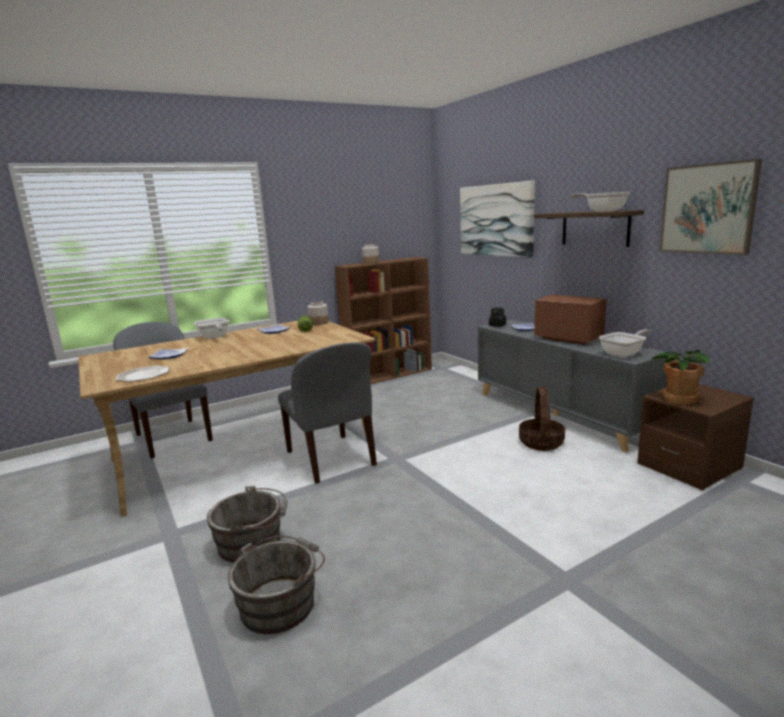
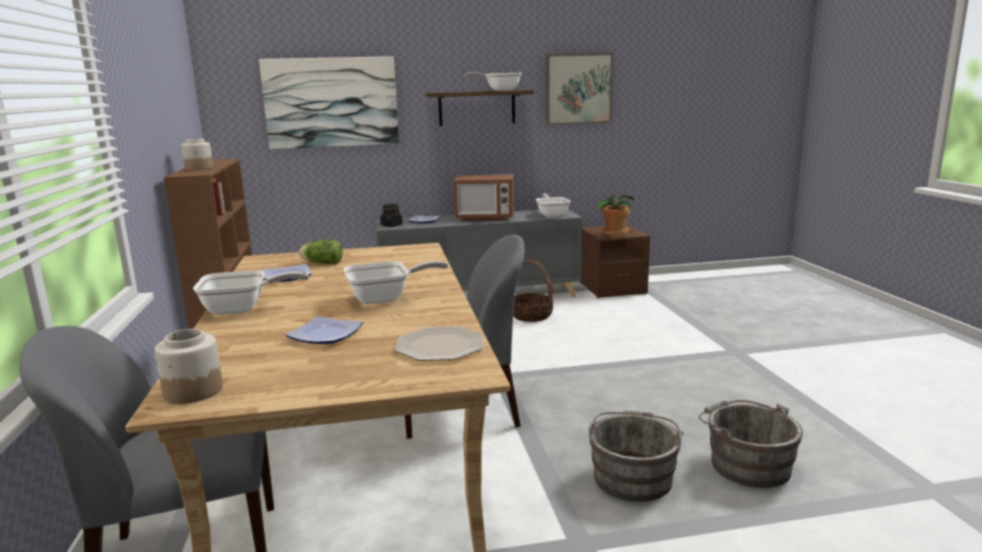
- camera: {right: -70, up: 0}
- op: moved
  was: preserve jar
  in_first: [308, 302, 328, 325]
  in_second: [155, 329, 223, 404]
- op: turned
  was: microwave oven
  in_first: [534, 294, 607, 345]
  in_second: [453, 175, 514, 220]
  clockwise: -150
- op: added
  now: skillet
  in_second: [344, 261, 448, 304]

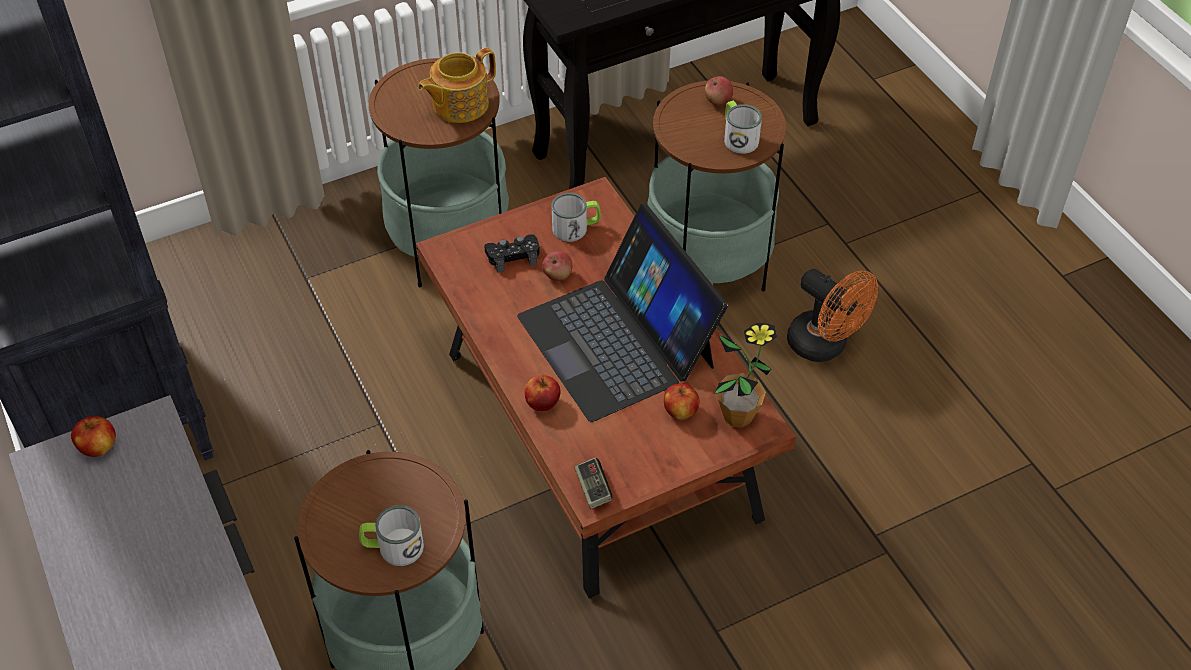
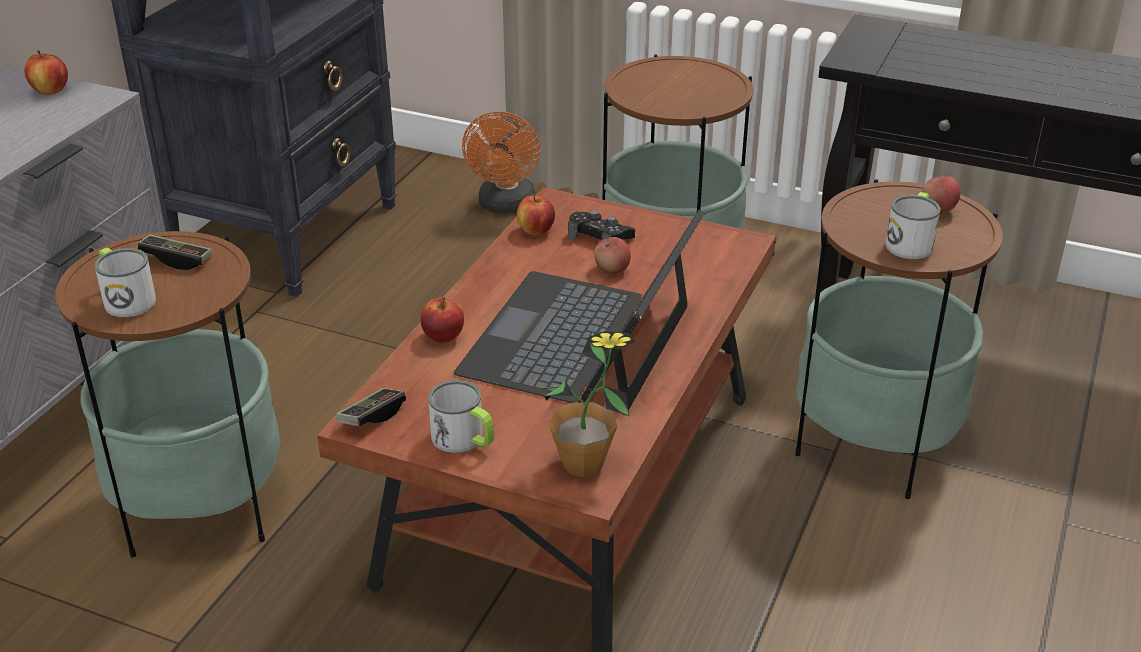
- camera: {right: 50, up: -15}
- op: removed
  was: teapot
  in_first: [418, 48, 496, 123]
- op: moved
  was: tea mug
  in_first: [552, 193, 601, 242]
  in_second: [428, 380, 494, 453]
- op: moved
  was: whole apple
  in_first: [664, 384, 699, 420]
  in_second: [517, 193, 555, 235]
- op: moved
  was: orange-coloured cooling fan
  in_first: [787, 269, 878, 362]
  in_second: [462, 111, 540, 213]
- op: added
  now: gamepad
  in_second: [138, 234, 212, 270]

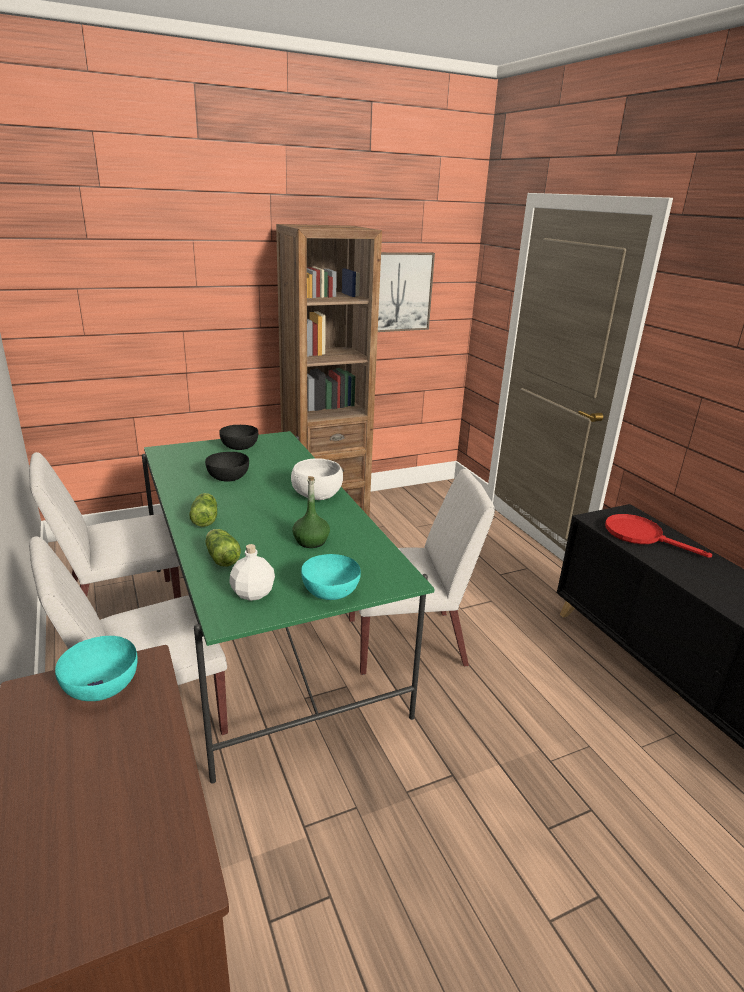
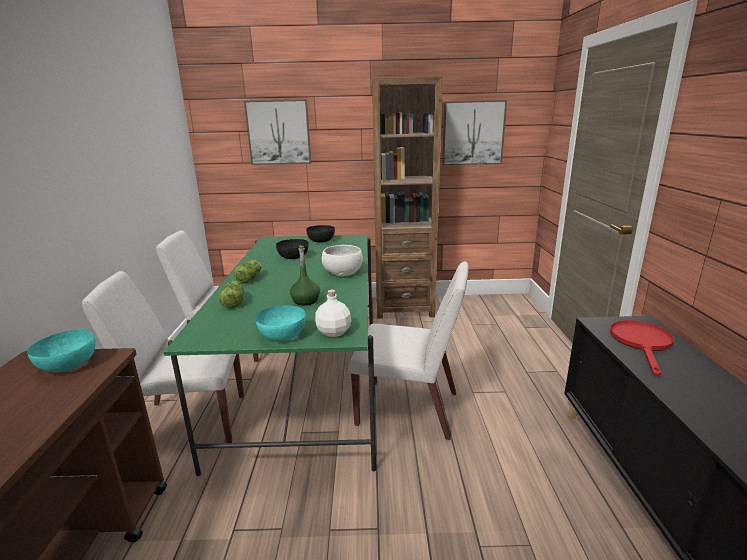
- camera: {right: 25, up: -5}
- op: moved
  was: white beverage bottle
  in_first: [229, 544, 275, 601]
  in_second: [315, 290, 352, 337]
- op: turned
  was: red skillet
  in_first: [605, 514, 712, 558]
  in_second: [610, 320, 674, 376]
  clockwise: 45
- op: added
  now: picture
  in_second: [244, 99, 311, 165]

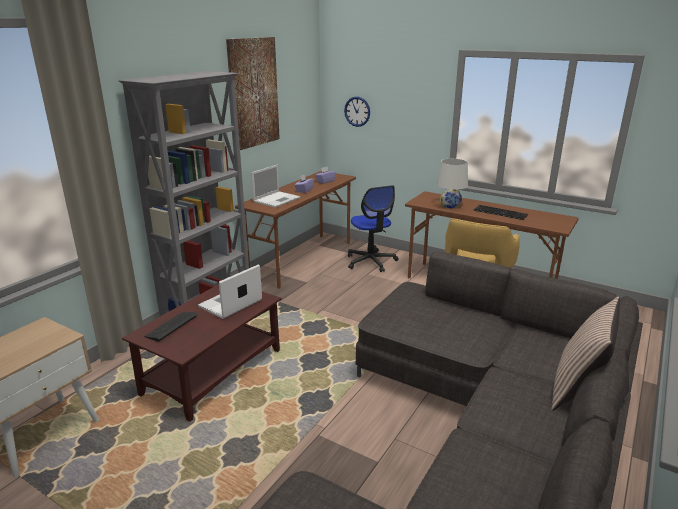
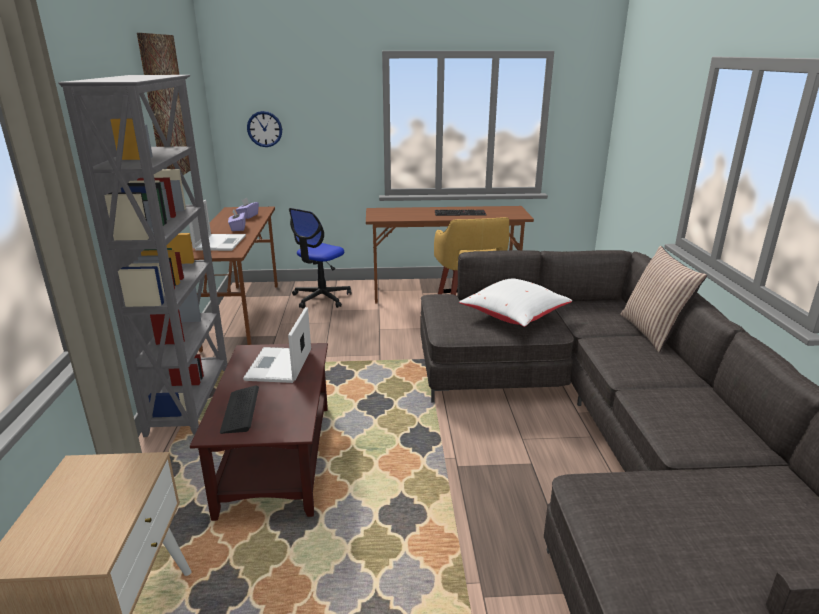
- camera: {right: -35, up: 0}
- op: turned
  was: desk chair
  in_first: [348, 185, 399, 272]
  in_second: [289, 208, 351, 308]
  clockwise: 90
- op: removed
  was: white table lamp
  in_first: [437, 159, 468, 208]
- op: added
  now: white cushion
  in_second: [459, 278, 572, 327]

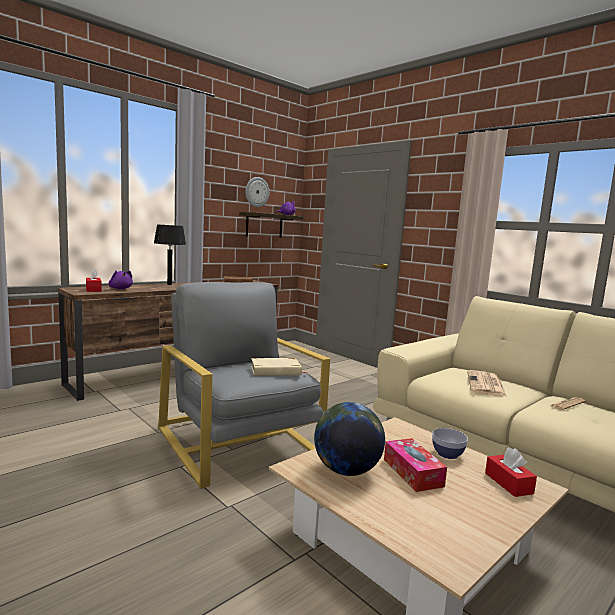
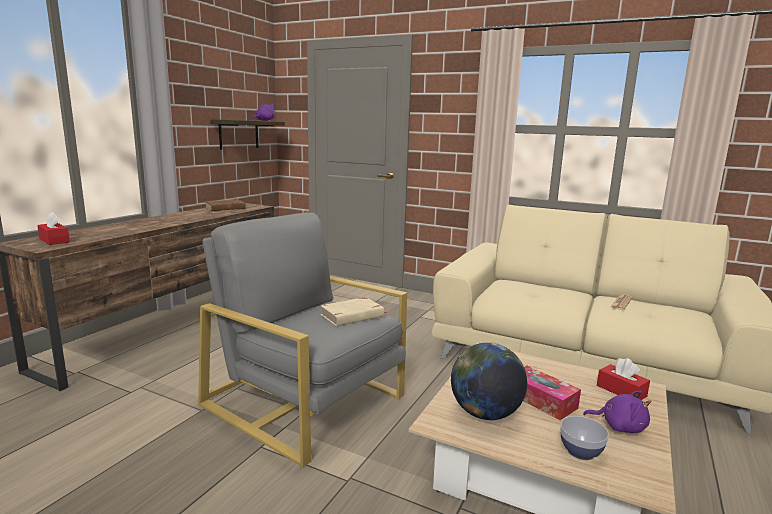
- camera: {right: -20, up: 5}
- op: moved
  was: purplish soft toy
  in_first: [109, 271, 133, 289]
  in_second: [583, 391, 652, 433]
- op: removed
  was: black table lamp
  in_first: [154, 225, 186, 285]
- op: removed
  was: clock on the wall
  in_first: [246, 177, 269, 207]
- op: moved
  was: deep dish
  in_first: [432, 428, 468, 459]
  in_second: [560, 416, 609, 460]
- op: removed
  was: printed paper
  in_first: [467, 370, 507, 397]

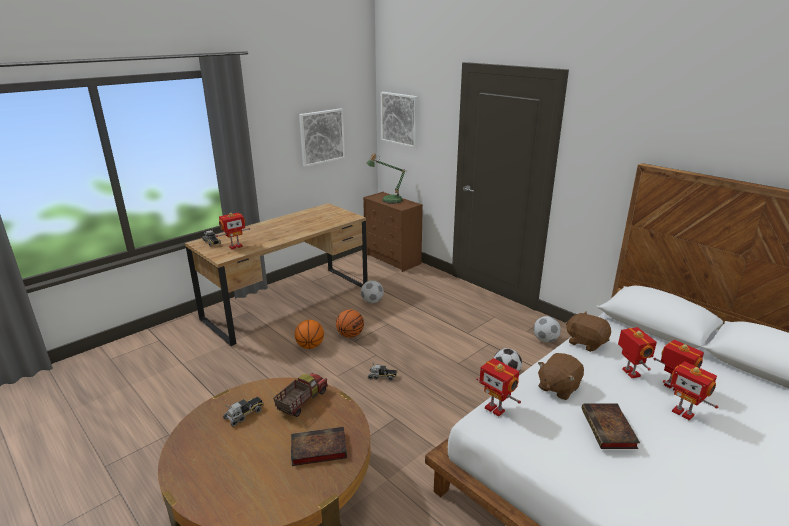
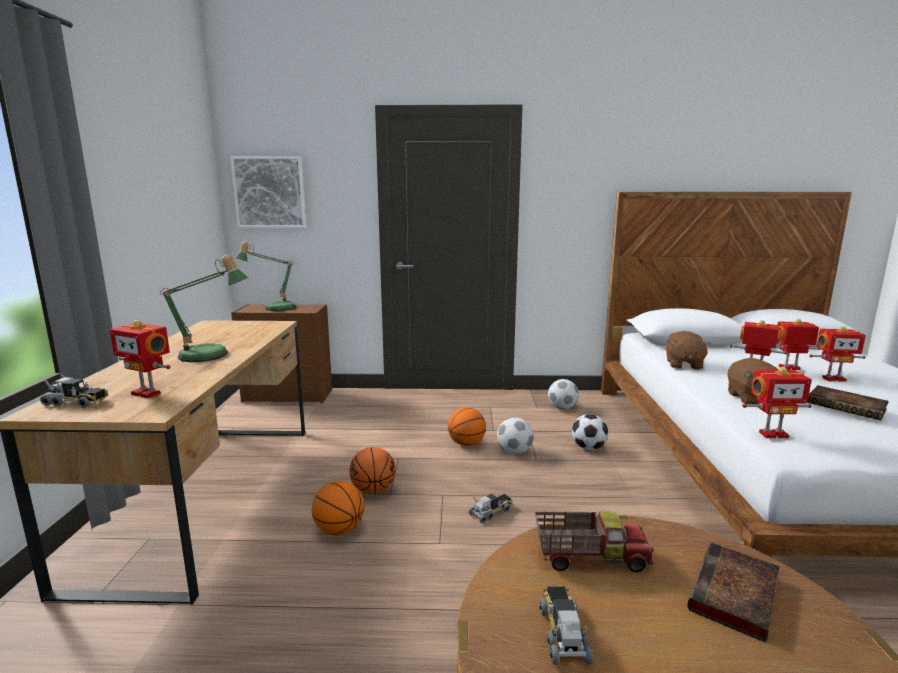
- camera: {right: -45, up: -10}
- op: turned
  was: robot figure
  in_first: [216, 213, 250, 249]
  in_second: [110, 320, 171, 398]
  clockwise: 105
- op: turned
  was: model truck
  in_first: [273, 373, 328, 417]
  in_second: [535, 511, 654, 573]
  clockwise: 105
- op: removed
  was: picture
  in_first: [299, 108, 345, 167]
- op: moved
  was: football
  in_first: [361, 280, 384, 303]
  in_second: [497, 417, 534, 454]
- op: turned
  was: brownish soft toy
  in_first: [566, 311, 611, 352]
  in_second: [666, 331, 711, 370]
  clockwise: -75
- op: added
  now: table lamp
  in_second: [160, 254, 248, 362]
- op: added
  now: basketball ball
  in_second: [448, 407, 486, 446]

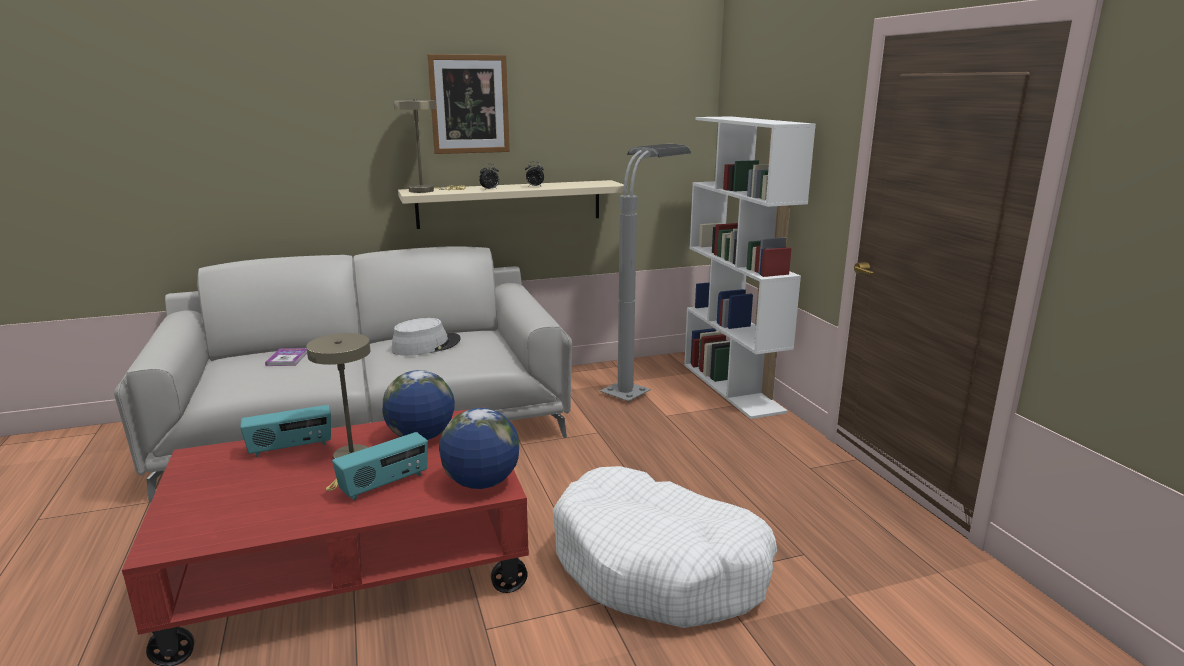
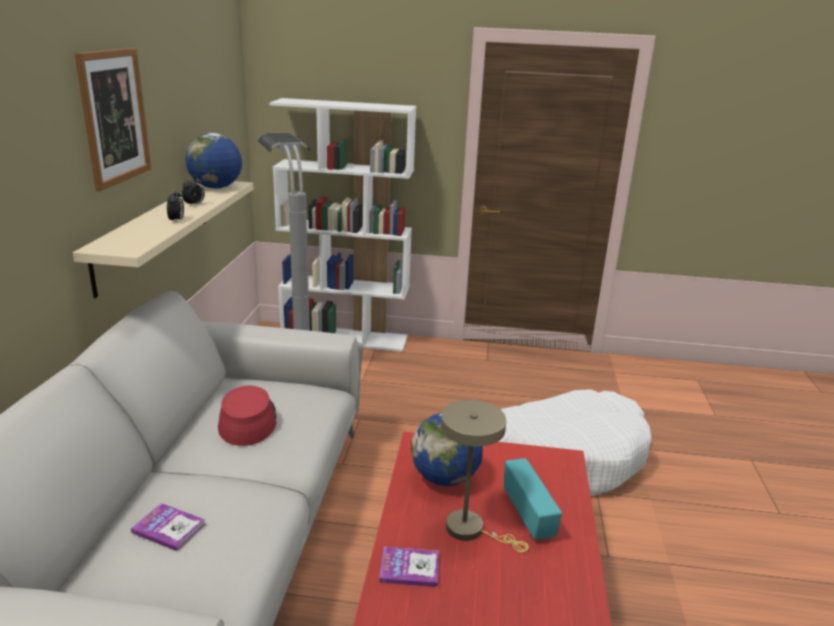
- camera: {right: -65, up: 5}
- op: replaced
  was: radio set
  now: book
  in_first: [240, 405, 331, 457]
  in_second: [379, 547, 439, 587]
- op: recoloured
  was: gray wearable hat
  now: red wearable hat
  in_first: [392, 318, 461, 356]
  in_second: [218, 386, 277, 446]
- op: removed
  was: sand-coloured table lamp
  in_first: [393, 99, 466, 193]
- op: moved
  was: world globe
  in_first: [439, 408, 519, 489]
  in_second: [186, 133, 242, 189]

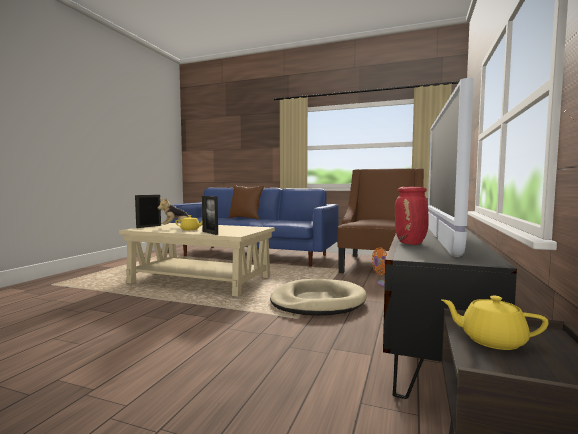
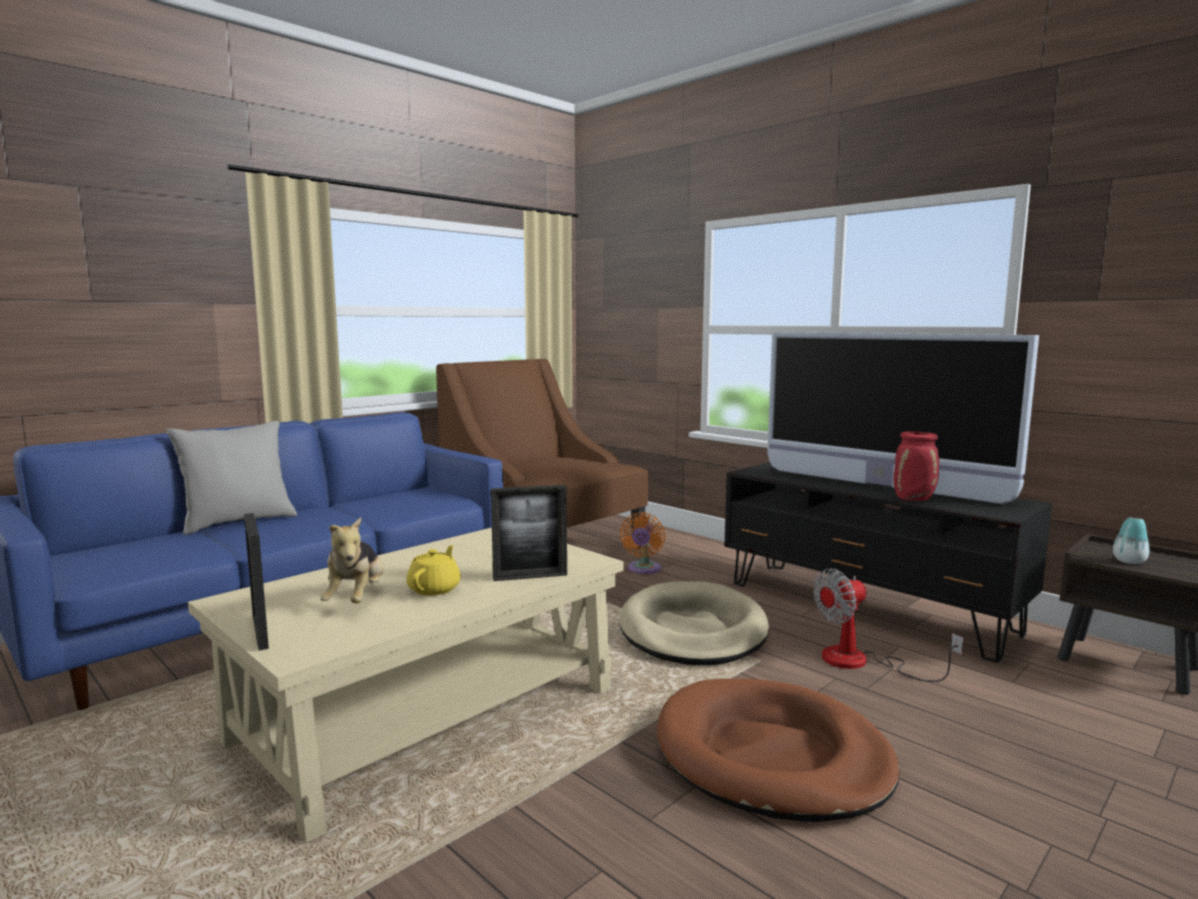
- camera: {right: -65, up: 5}
- op: recoloured
  was: brownish cushion
  now: gray cushion
  in_first: [228, 185, 264, 220]
  in_second: [167, 421, 297, 535]
- op: replaced
  was: yellowish teapot
  now: flower vase
  in_first: [441, 295, 549, 350]
  in_second: [1113, 518, 1149, 564]
- op: added
  now: brownish dog bed
  in_second: [657, 679, 900, 822]
- op: added
  now: cooling fan
  in_second: [813, 569, 963, 682]

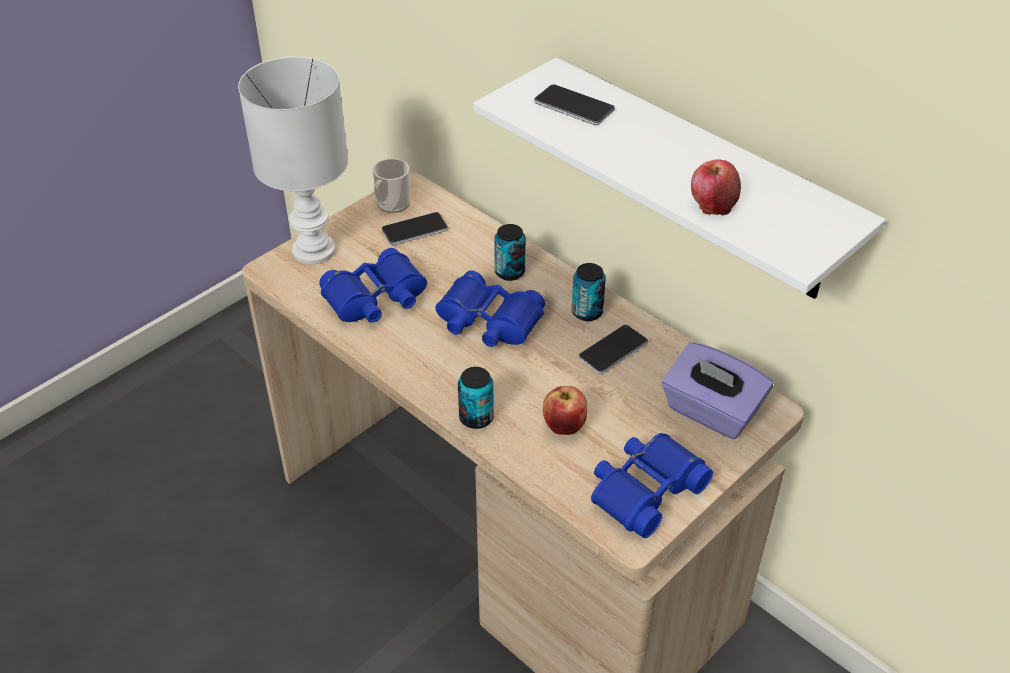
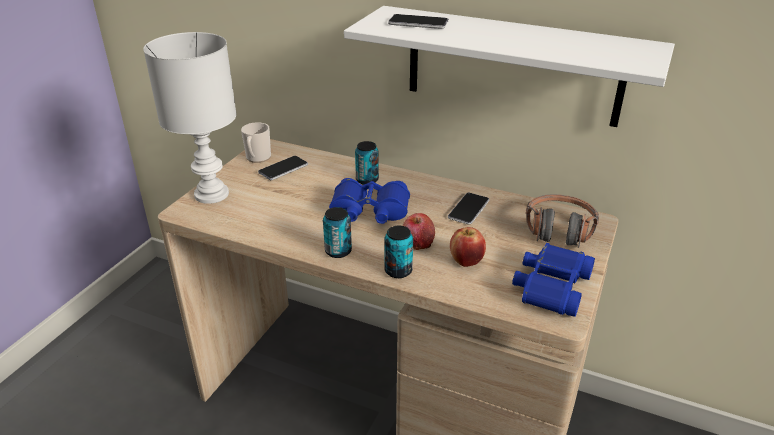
- camera: {right: -20, up: -10}
- op: removed
  was: blue binoculars
  in_first: [319, 248, 427, 323]
- op: moved
  was: sealed can
  in_first: [572, 263, 606, 321]
  in_second: [323, 207, 352, 258]
- op: replaced
  was: purplish box of tissues
  now: headphones
  in_first: [662, 342, 773, 439]
  in_second: [526, 194, 599, 248]
- op: moved
  was: whole apple
  in_first: [691, 159, 741, 215]
  in_second: [403, 213, 435, 250]

